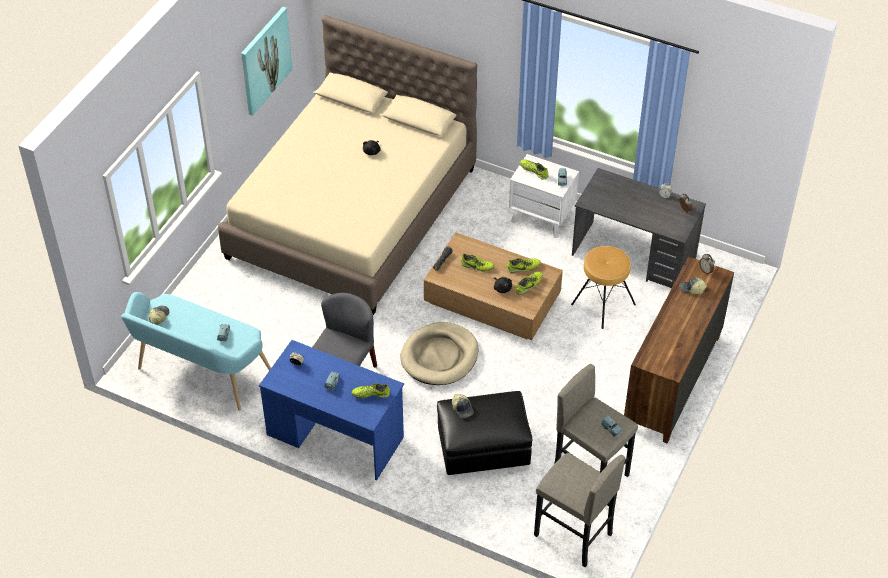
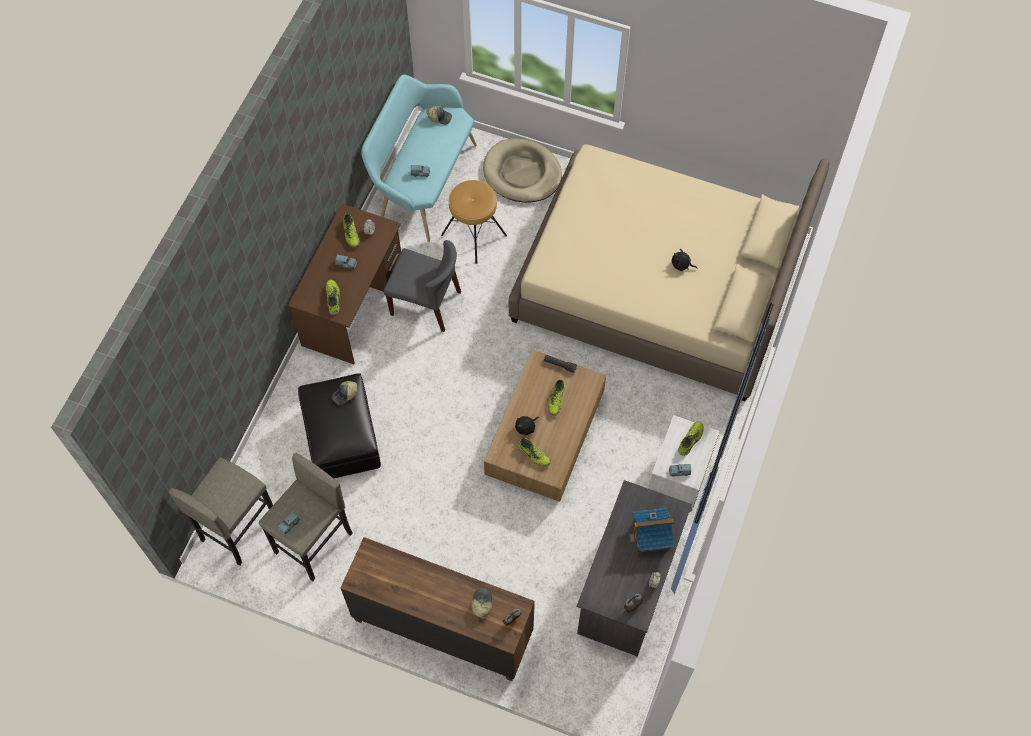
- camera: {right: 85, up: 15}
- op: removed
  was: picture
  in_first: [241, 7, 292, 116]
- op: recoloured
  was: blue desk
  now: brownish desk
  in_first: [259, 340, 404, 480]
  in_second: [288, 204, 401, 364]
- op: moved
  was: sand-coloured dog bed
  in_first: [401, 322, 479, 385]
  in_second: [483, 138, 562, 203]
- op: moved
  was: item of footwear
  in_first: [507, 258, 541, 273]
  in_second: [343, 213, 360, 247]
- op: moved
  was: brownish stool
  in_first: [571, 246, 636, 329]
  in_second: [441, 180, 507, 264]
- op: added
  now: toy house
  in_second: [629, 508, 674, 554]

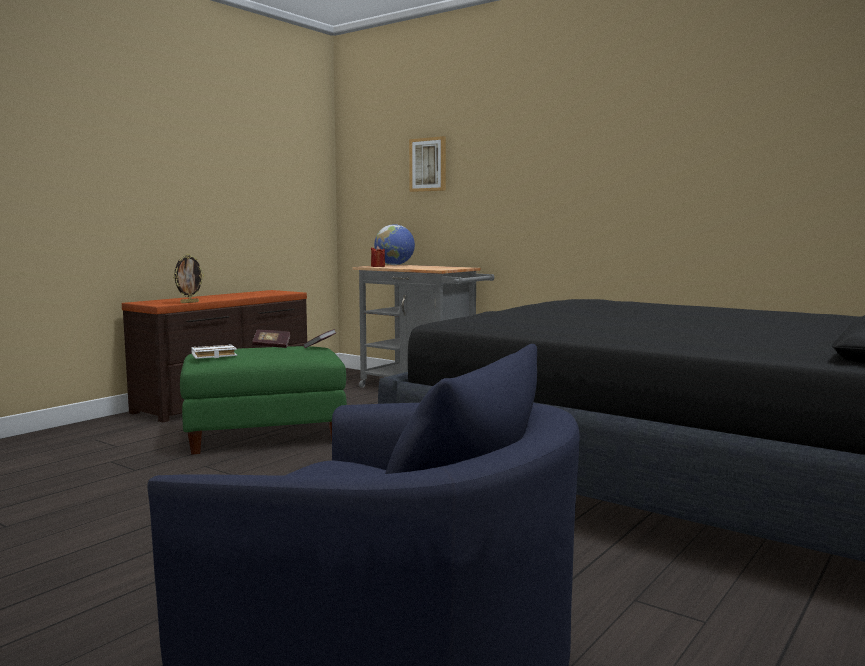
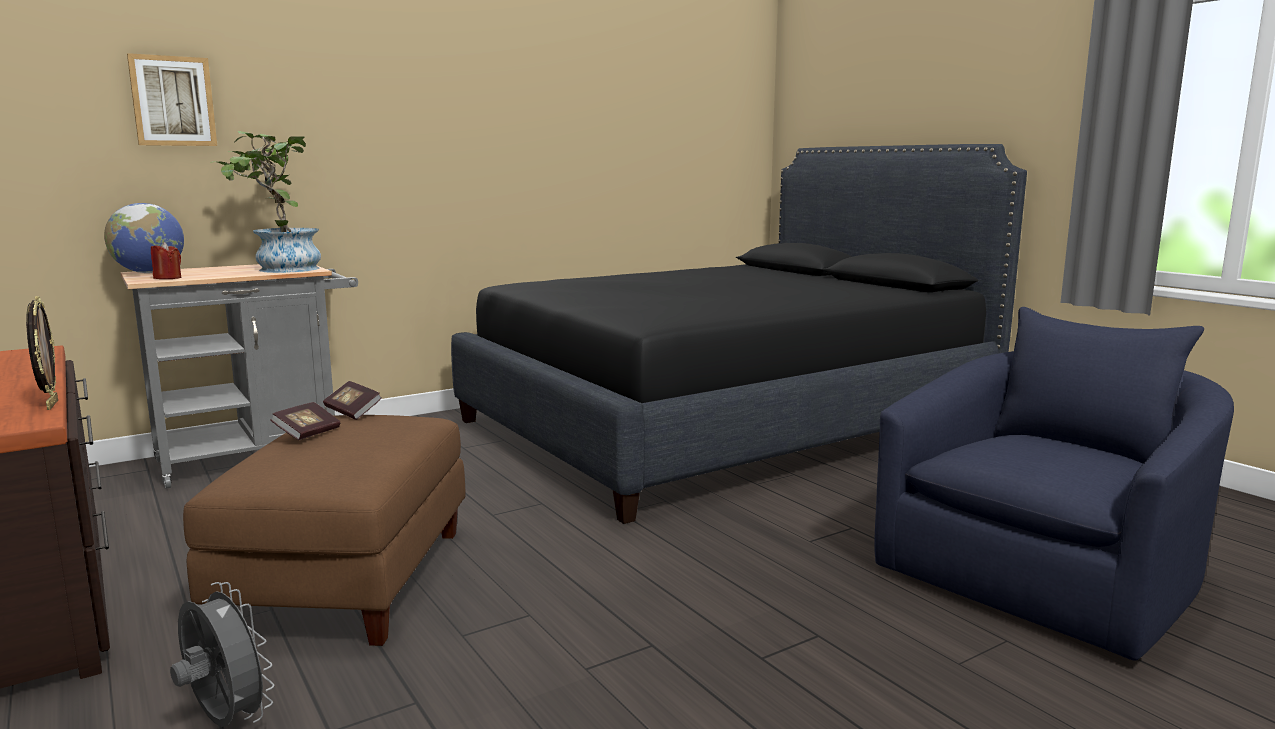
- camera: {right: -70, up: 5}
- op: recoloured
  was: green-coloured footrest
  now: brownish footrest
  in_first: [180, 346, 347, 455]
  in_second: [183, 415, 466, 646]
- op: removed
  was: white book
  in_first: [191, 345, 237, 359]
- op: added
  now: gray cooling fan
  in_second: [170, 582, 275, 727]
- op: added
  now: potted plant
  in_second: [212, 131, 321, 273]

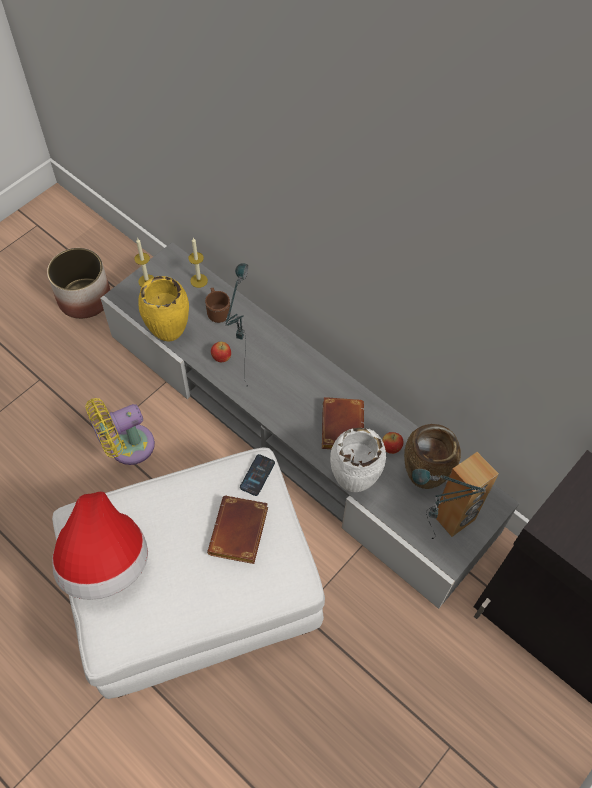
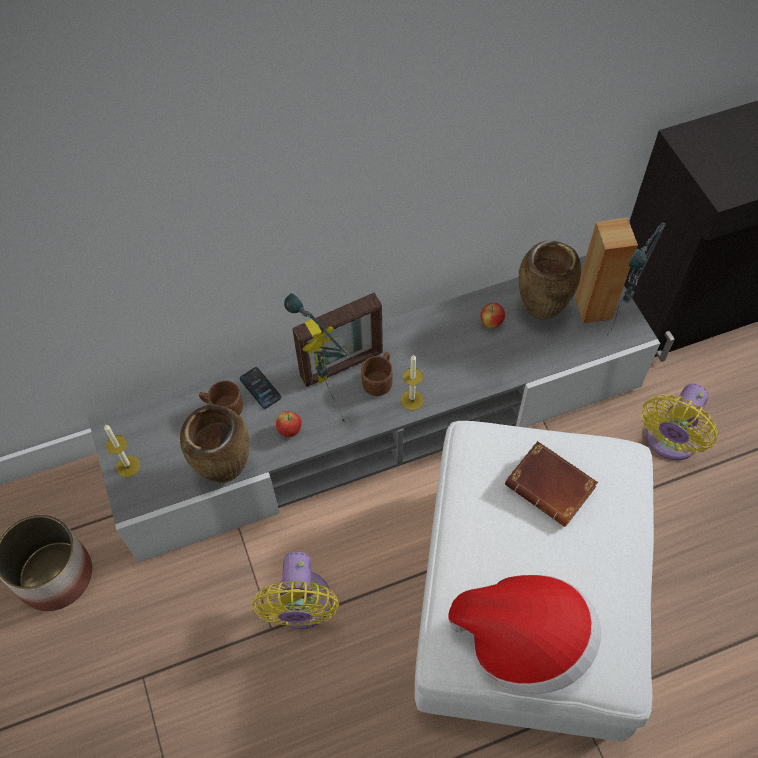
- camera: {right: -60, up: 0}
- op: recoloured
  was: yellowish flower vase
  now: brownish flower vase
  in_first: [138, 276, 189, 342]
  in_second: [180, 405, 249, 483]
- op: moved
  was: wax light
  in_first: [188, 238, 208, 288]
  in_second: [401, 354, 423, 411]
- op: moved
  was: phone
  in_first: [240, 454, 275, 496]
  in_second: [240, 367, 281, 409]
- op: removed
  was: brownish book
  in_first: [322, 397, 364, 449]
- op: removed
  was: white flower vase
  in_first: [330, 428, 386, 492]
- op: added
  now: standing frame
  in_second: [292, 293, 383, 387]
- op: added
  now: brownish tea mug
  in_second: [361, 352, 393, 396]
- op: added
  now: yellowish cooling fan
  in_second: [641, 383, 718, 460]

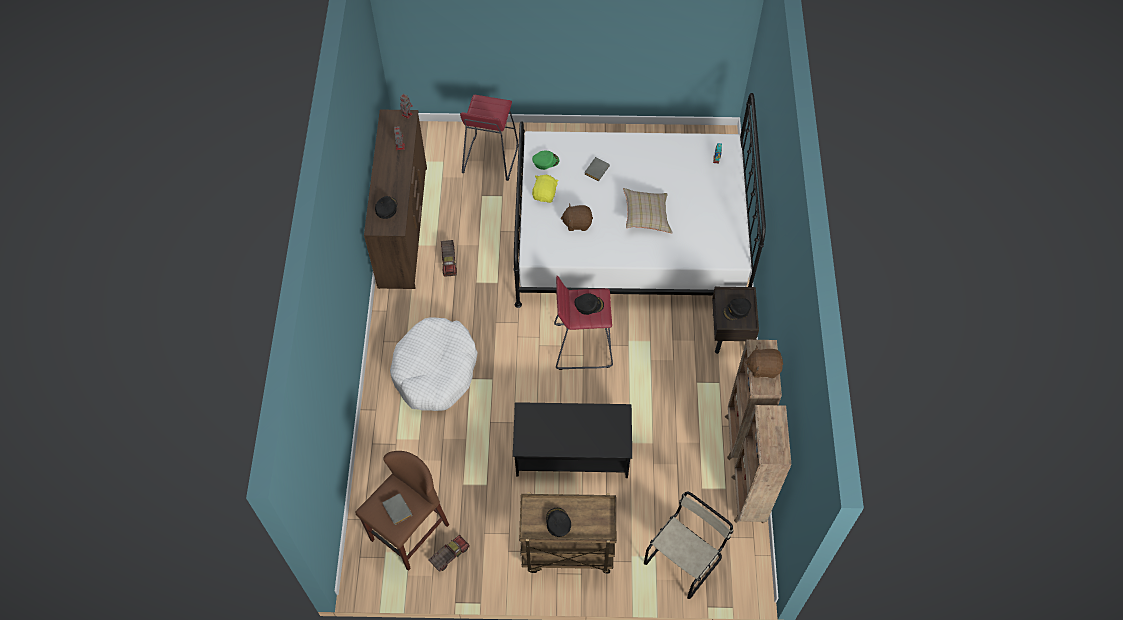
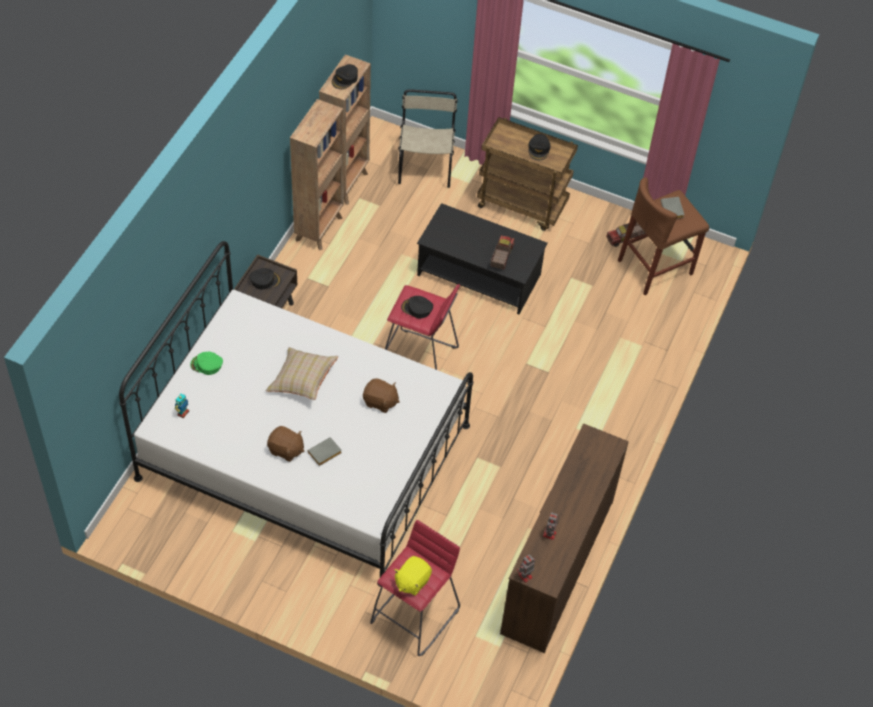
- camera: {right: -160, up: -5}
- op: moved
  was: black cap
  in_first: [375, 196, 397, 219]
  in_second: [332, 64, 358, 89]
- op: removed
  was: white dog bed
  in_first: [390, 317, 477, 411]
- op: moved
  was: model truck
  in_first: [441, 240, 457, 276]
  in_second: [491, 235, 514, 270]
- op: moved
  was: green-coloured cap
  in_first: [532, 151, 559, 170]
  in_second: [190, 352, 223, 375]
- op: moved
  was: yellowish soft toy
  in_first: [532, 175, 559, 203]
  in_second: [394, 556, 432, 596]
- op: turned
  was: sand-coloured plain chair
  in_first: [644, 492, 733, 599]
  in_second: [398, 89, 458, 188]
  clockwise: 120
- op: moved
  was: brownish soft toy
  in_first: [745, 346, 783, 378]
  in_second: [267, 426, 304, 462]

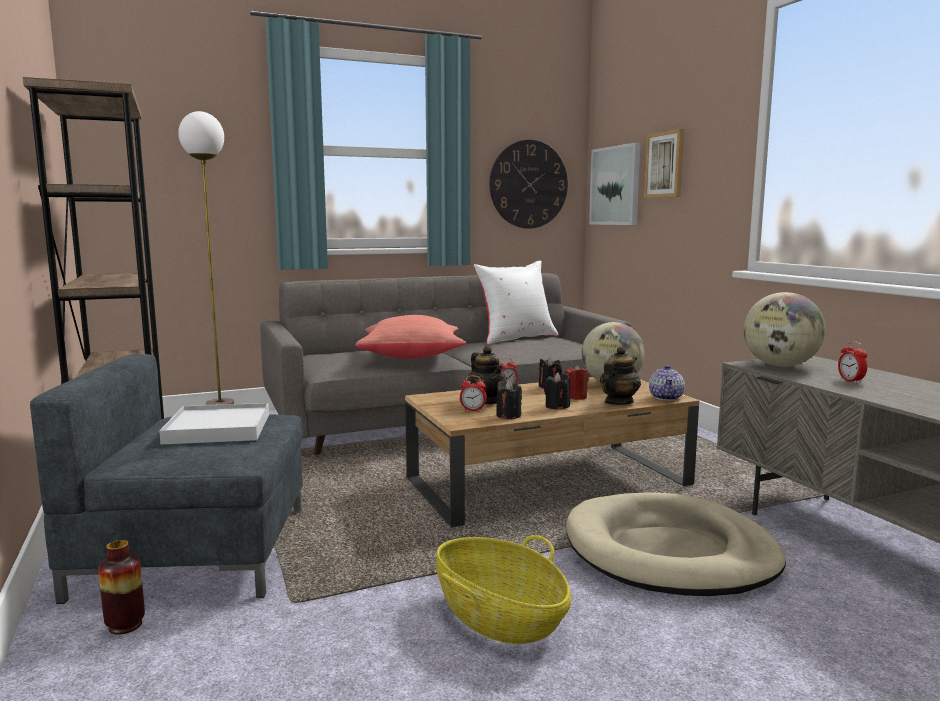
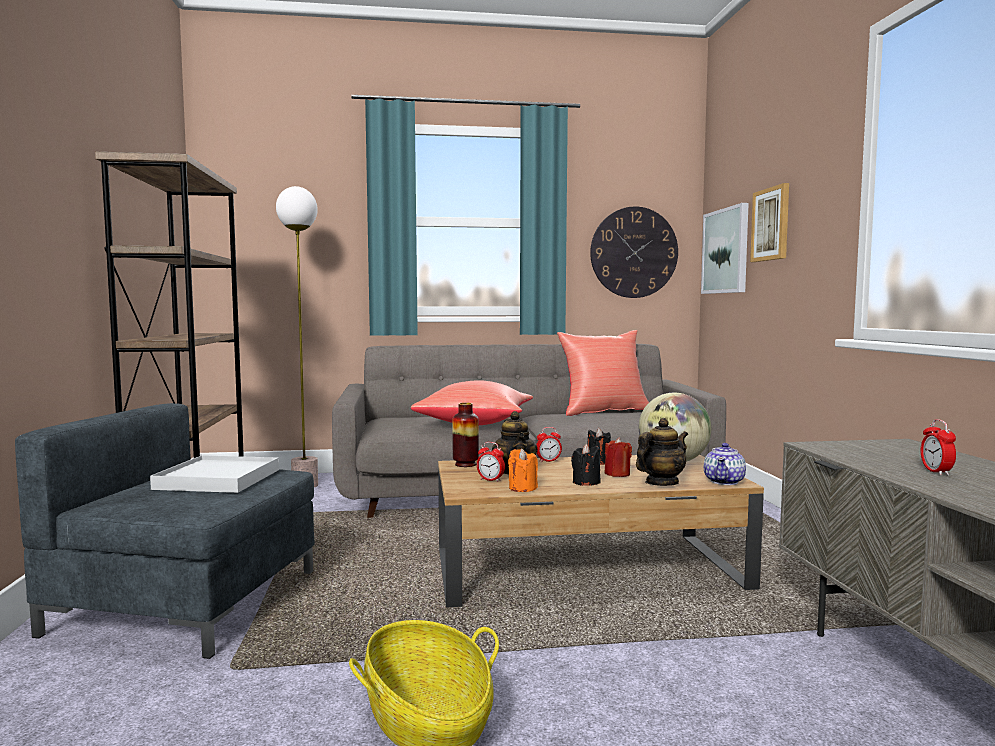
- camera: {right: 15, up: -5}
- op: moved
  was: flower vase
  in_first: [98, 540, 145, 635]
  in_second: [452, 403, 479, 467]
- op: recoloured
  was: white cushion
  now: red cushion
  in_first: [473, 260, 559, 345]
  in_second: [557, 330, 649, 416]
- op: recoloured
  was: black wax light
  now: orange-coloured wax light
  in_first: [496, 380, 522, 419]
  in_second: [508, 448, 538, 492]
- op: removed
  was: sand-coloured dog bed
  in_first: [566, 492, 786, 596]
- op: removed
  was: world globe
  in_first: [744, 292, 825, 367]

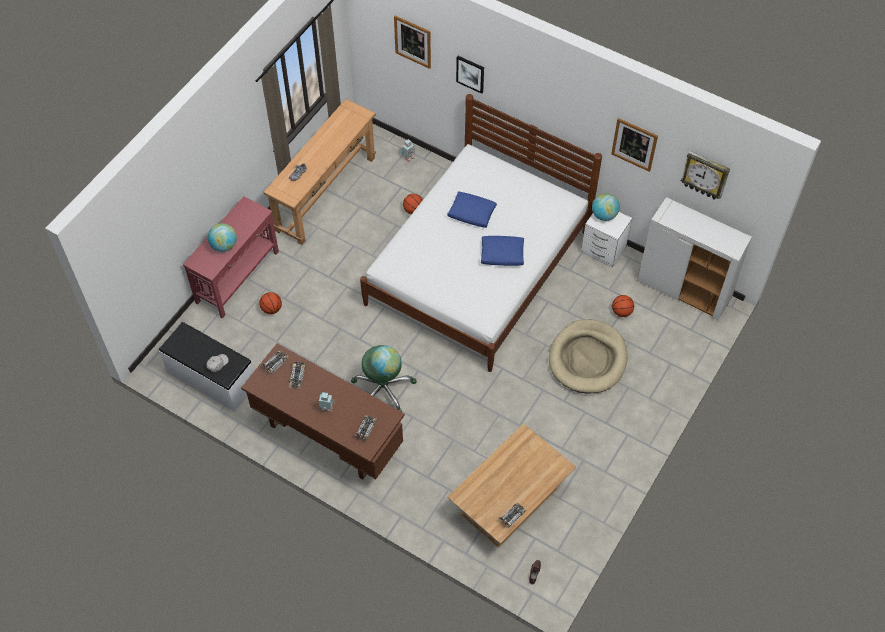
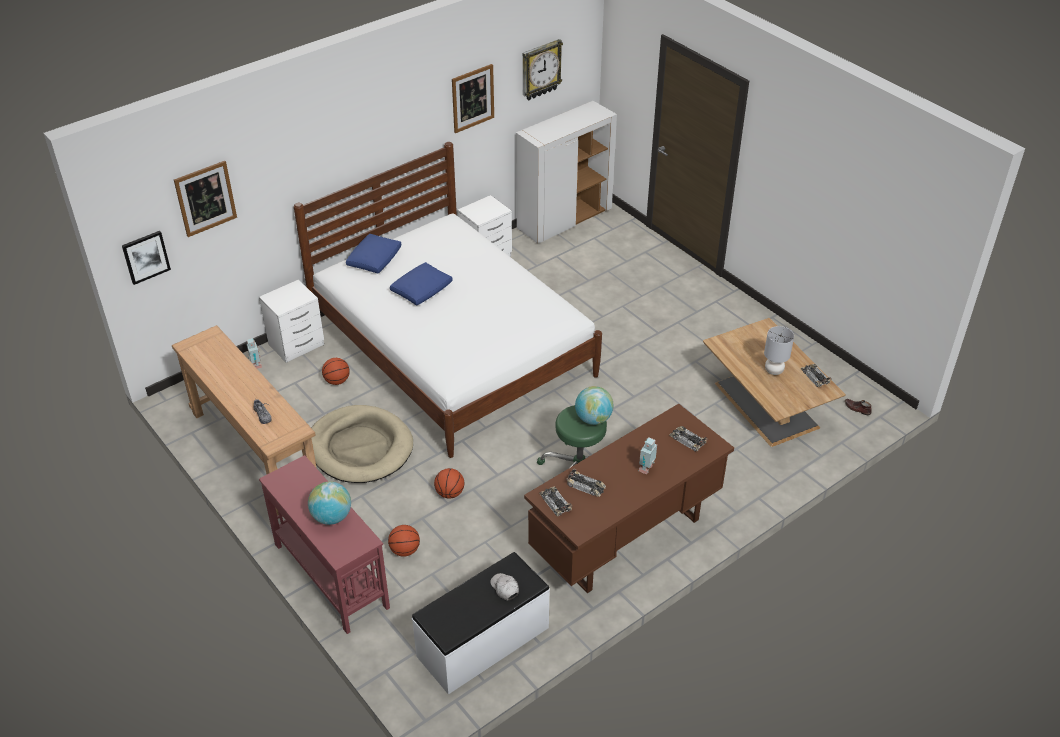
- camera: {right: -70, up: -15}
- op: moved
  was: picture
  in_first: [456, 56, 484, 94]
  in_second: [122, 231, 171, 285]
- op: moved
  was: blue cushion
  in_first: [481, 236, 524, 266]
  in_second: [346, 234, 401, 274]
- op: moved
  was: sand-coloured dog bed
  in_first: [549, 319, 627, 393]
  in_second: [312, 405, 413, 483]
- op: removed
  was: world globe
  in_first: [592, 193, 620, 221]
- op: moved
  was: basketball ball
  in_first: [612, 295, 634, 317]
  in_second: [434, 468, 464, 499]
- op: added
  now: white nightstand
  in_second: [259, 279, 324, 363]
- op: added
  now: gray table lamp
  in_second: [764, 326, 794, 375]

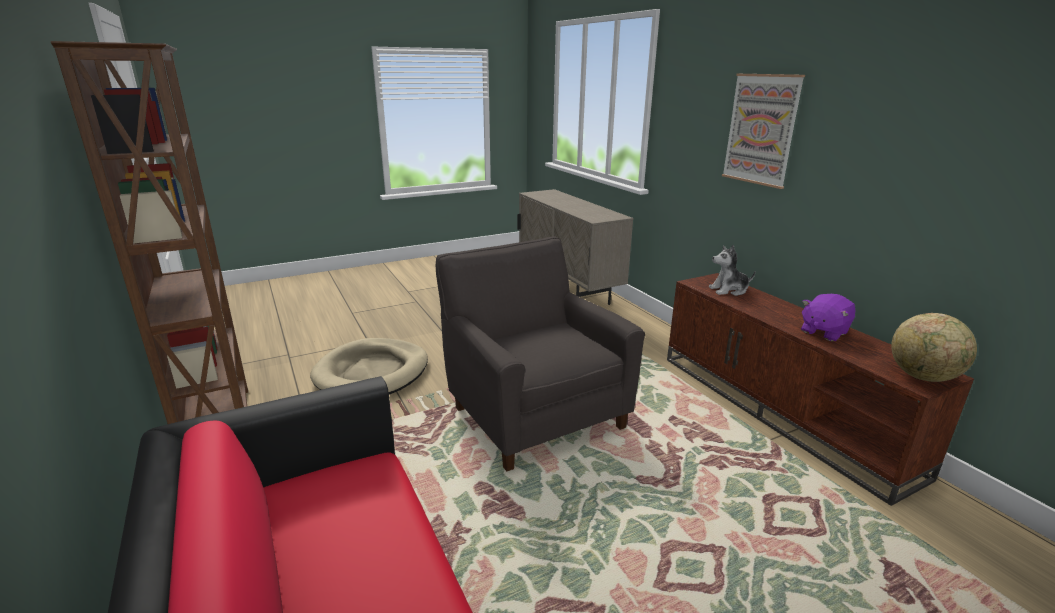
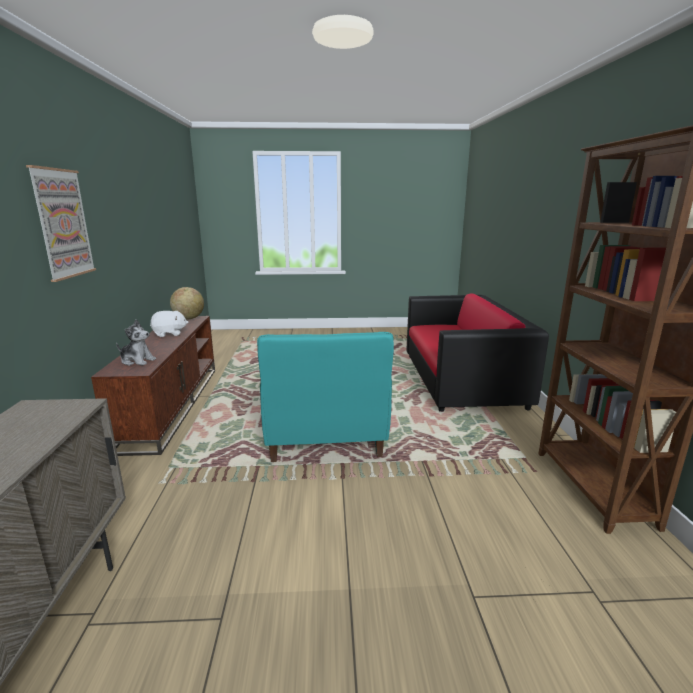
- camera: {right: -155, up: -5}
- op: removed
  was: sand-coloured dog bed
  in_first: [310, 338, 428, 394]
- op: recoloured
  was: gray lounge chair
  now: turquoise lounge chair
  in_first: [436, 236, 645, 472]
  in_second: [257, 332, 394, 462]
- op: recoloured
  was: purplish soft toy
  now: white soft toy
  in_first: [801, 294, 855, 341]
  in_second: [150, 311, 188, 337]

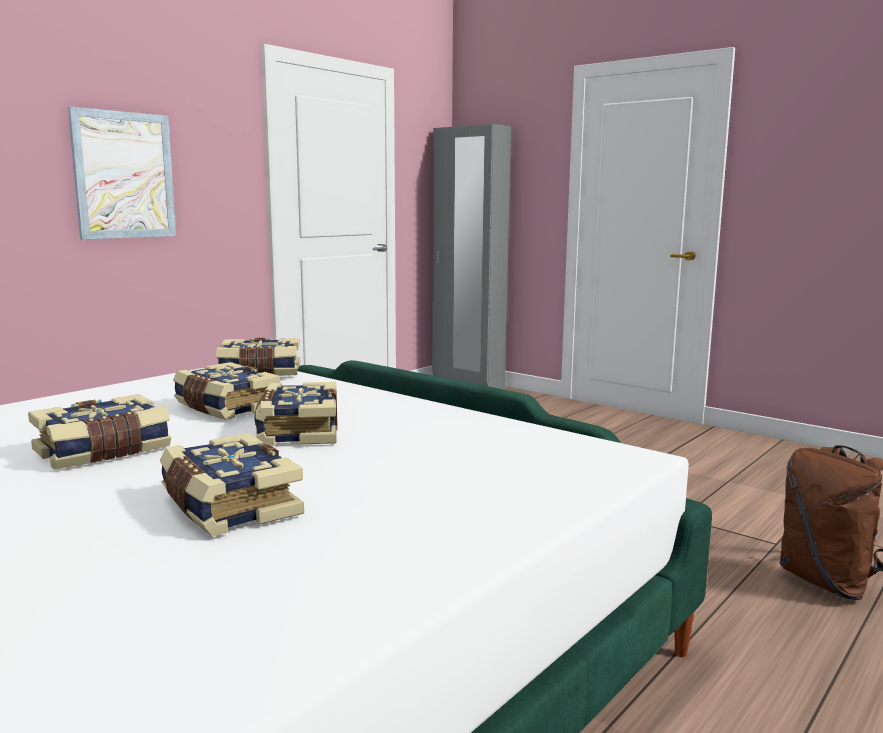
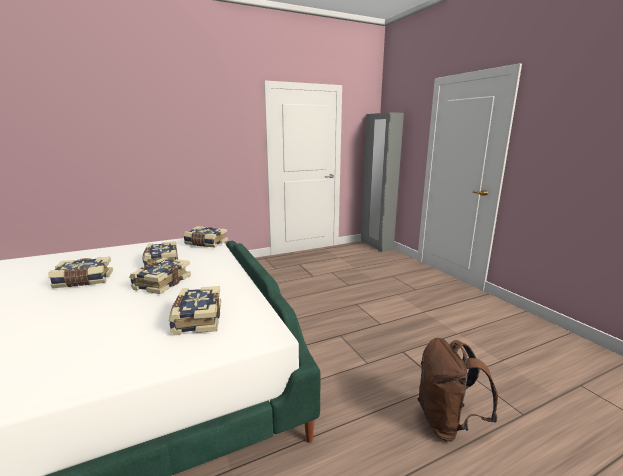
- camera: {right: 25, up: 5}
- op: removed
  was: picture
  in_first: [68, 107, 176, 239]
- op: moved
  was: book
  in_first: [160, 433, 304, 537]
  in_second: [169, 286, 221, 335]

